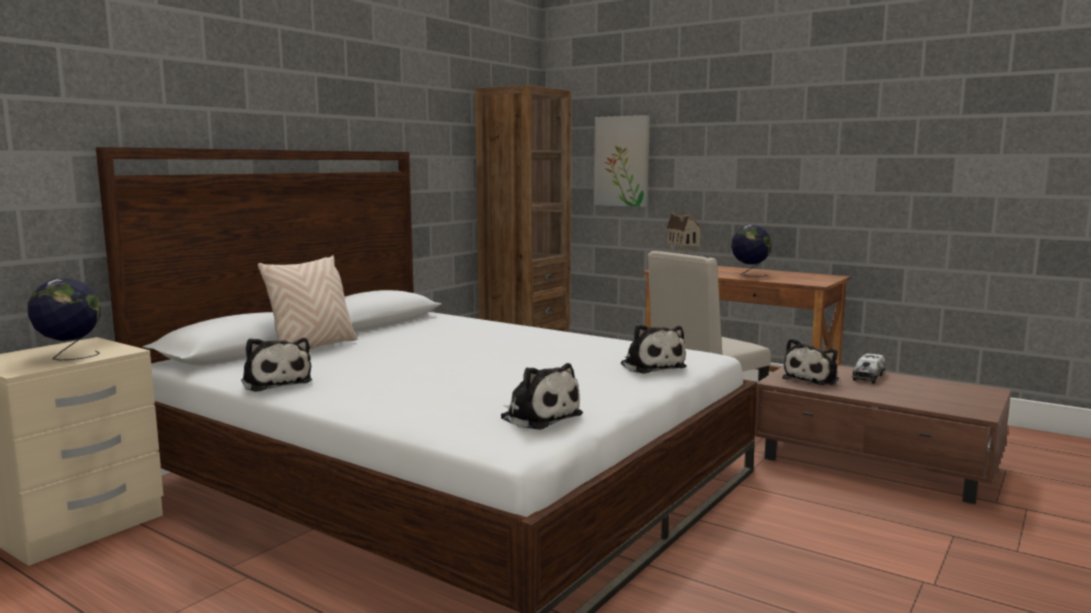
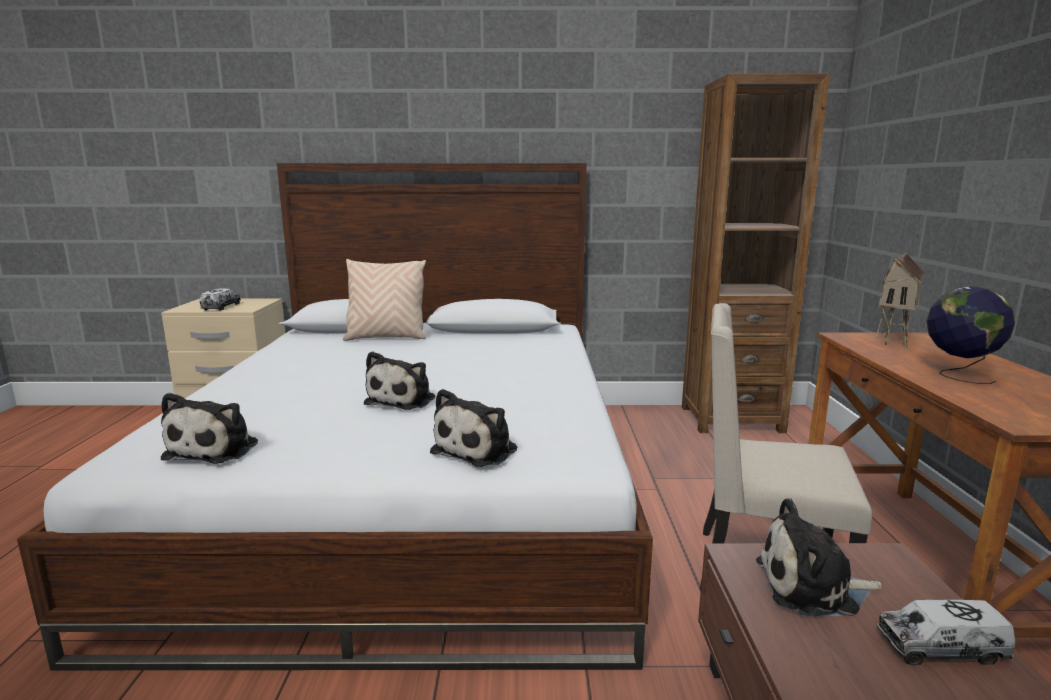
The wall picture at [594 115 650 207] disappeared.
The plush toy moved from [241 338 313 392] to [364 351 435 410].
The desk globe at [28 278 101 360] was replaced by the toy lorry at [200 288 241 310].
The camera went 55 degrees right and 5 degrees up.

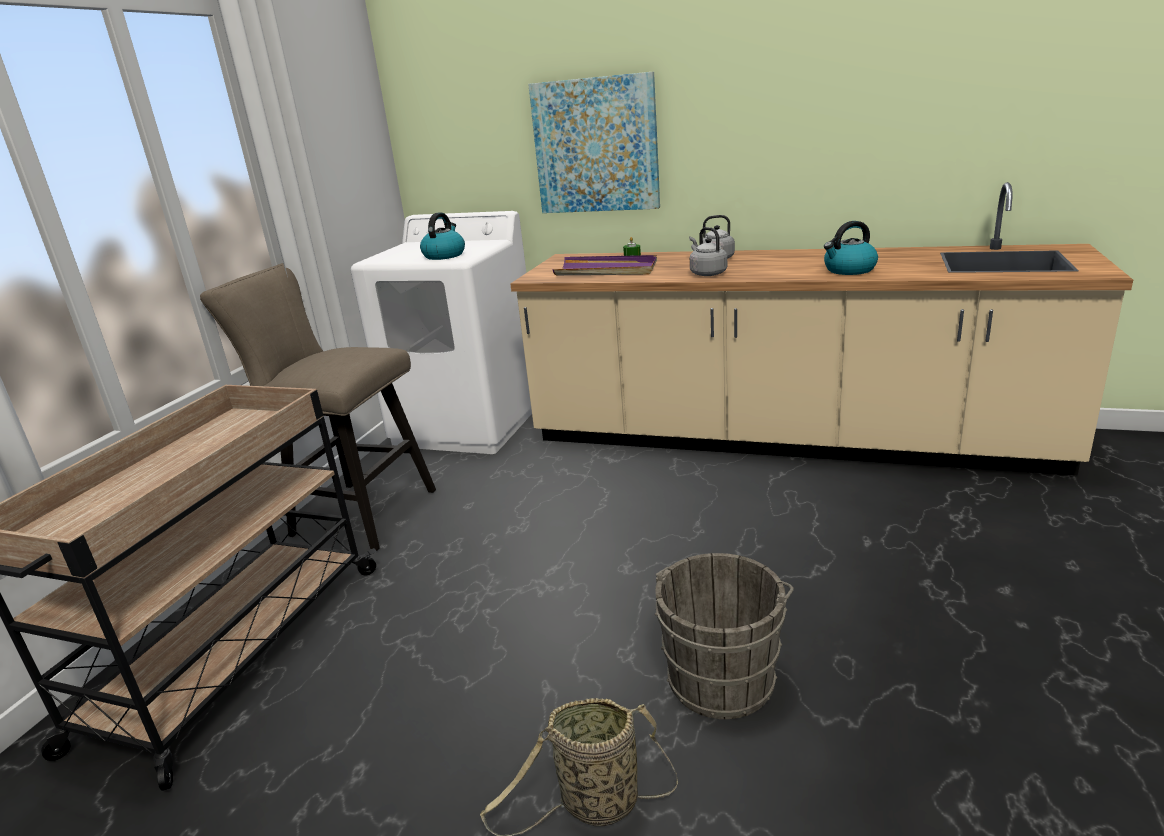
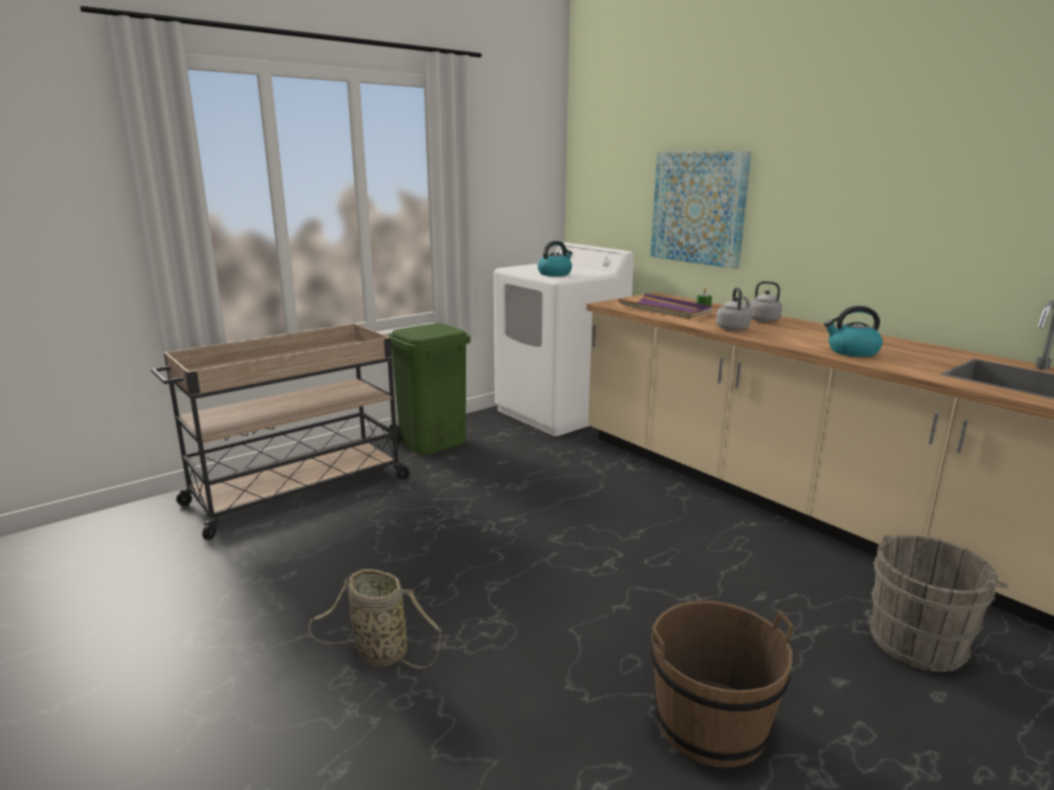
The water bucket (brownish) at [651 601 793 768] appeared.
The water bucket (gray) moved from [655 553 794 719] to [868 534 1009 672].
The sitting stool (beige-coloured) at [200 263 436 551] was replaced by the trash can (green) at [388 323 471 455].
The camera went 30 degrees right and 5 degrees down.

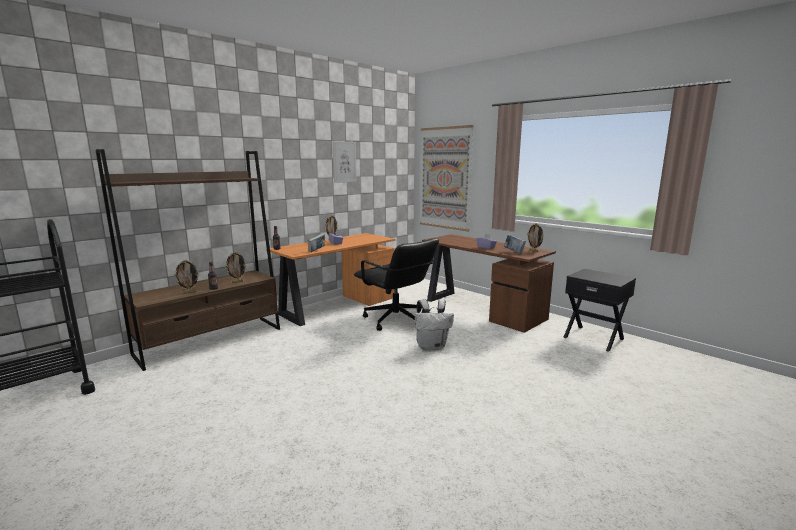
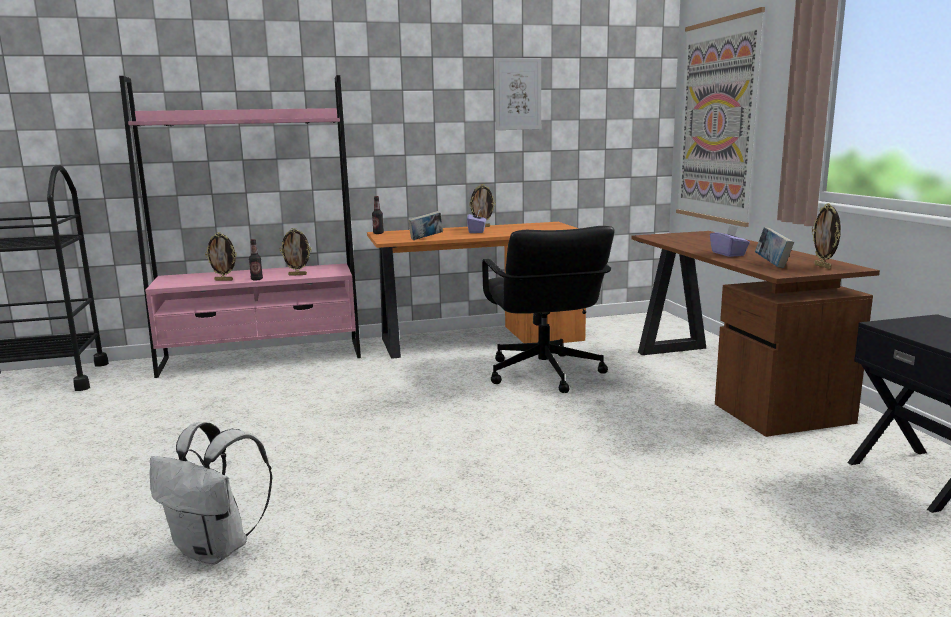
The backpack (white-coloured) moved from [415 299 454 350] to [150 422 273 565].
The bookcase (brownish) at [96 149 280 371] became the bookcase (pinkish) at [119 75 361 378].
The camera went 30 degrees right and 0 degrees up.

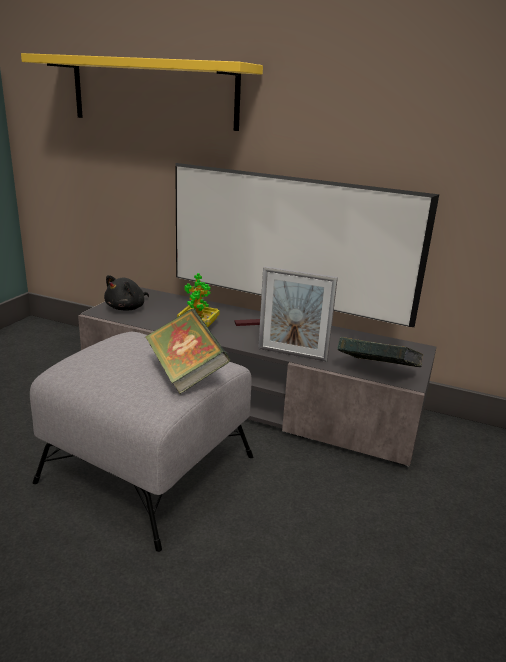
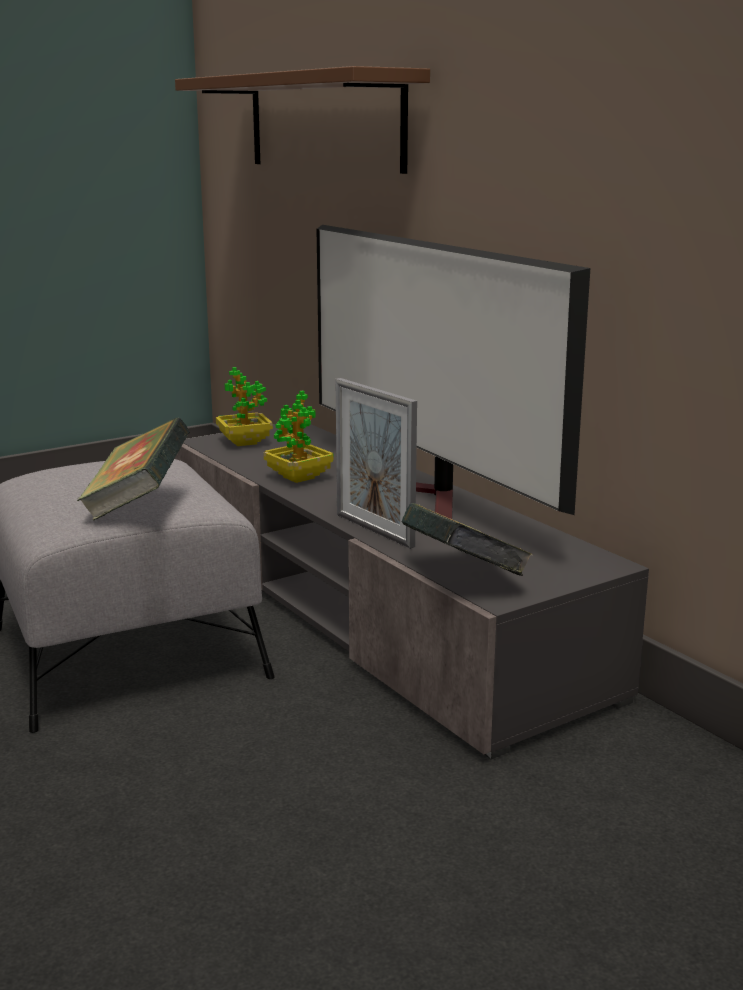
The plush toy (blackish) at [104 275 149 311] was replaced by the houseplant at [216 367 273 446].
The shelf (yellowish) at [21 53 263 131] became the shelf (brownish) at [175 66 430 174].
The camera went 35 degrees right and 5 degrees down.

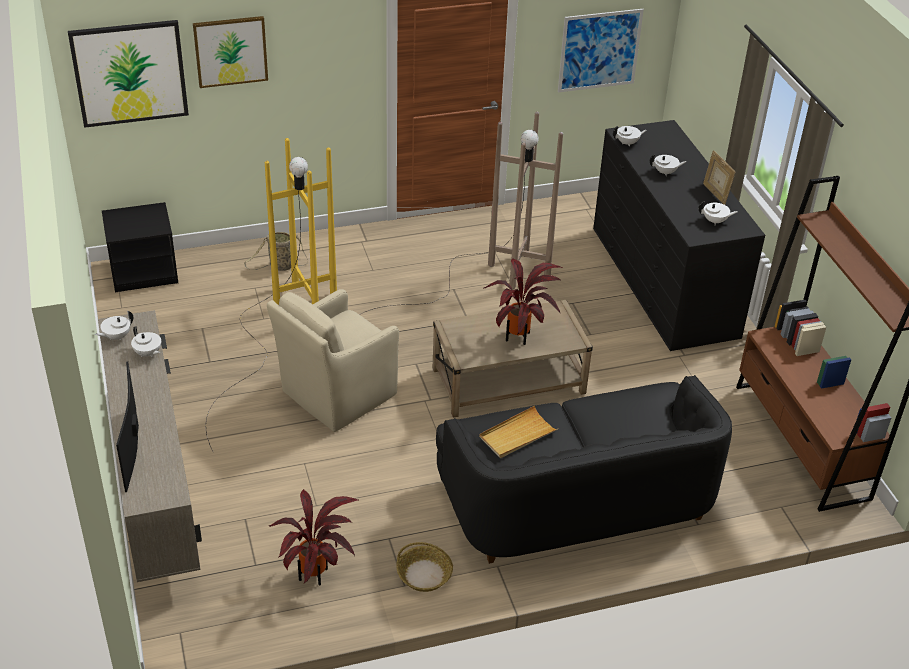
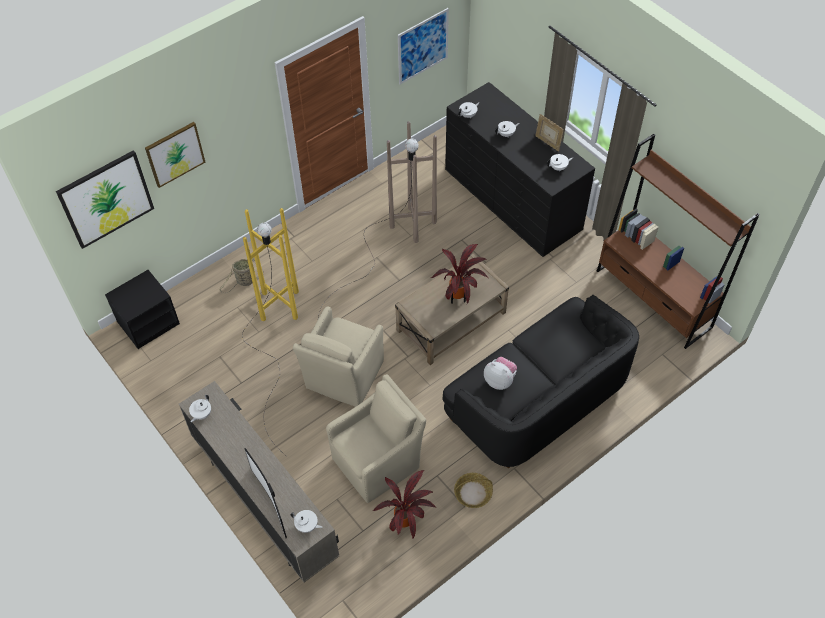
The easy chair (beige-coloured) at [326 374 426 503] appeared.
The teapot (white-coloured) moved from [131 326 161 357] to [291 510 322 533].
The carrying tray (beige-coloured) at [479 406 559 458] was replaced by the plush toy at [484 357 517 390].
The camera went 20 degrees left and 15 degrees up.

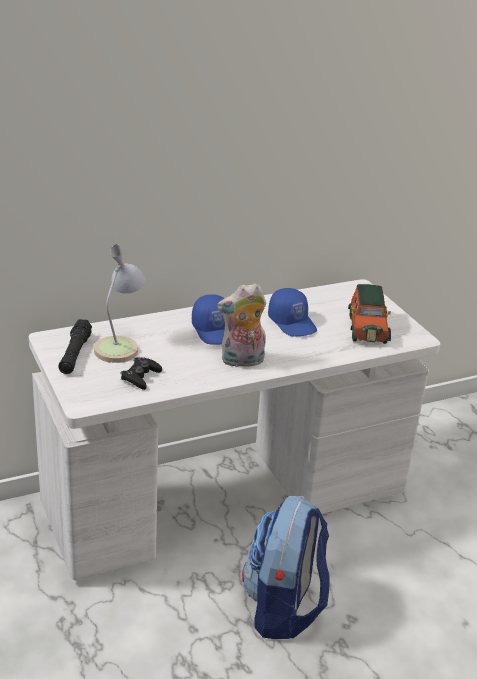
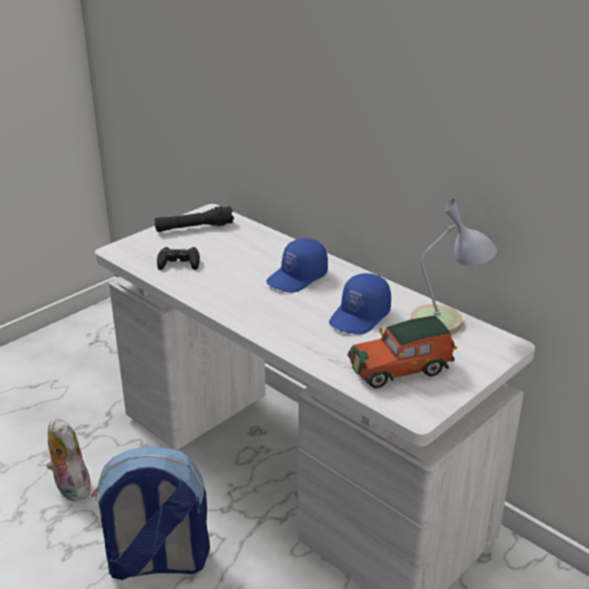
The tabletop lamp moved from [94 244 146 363] to [410 198 497 335].
The plush toy moved from [217 283 266 367] to [46 419 91 501].
The camera went 70 degrees right and 0 degrees up.

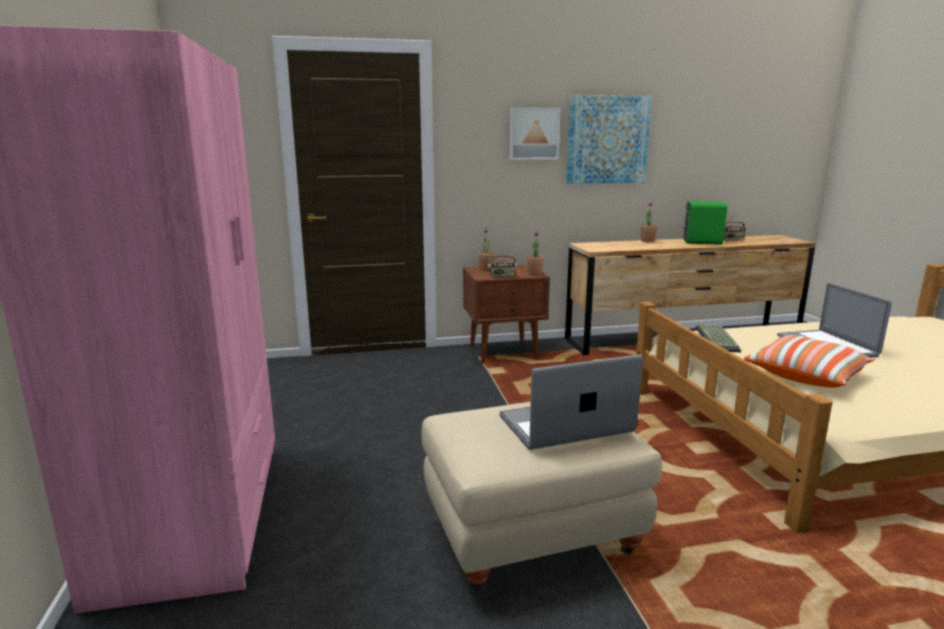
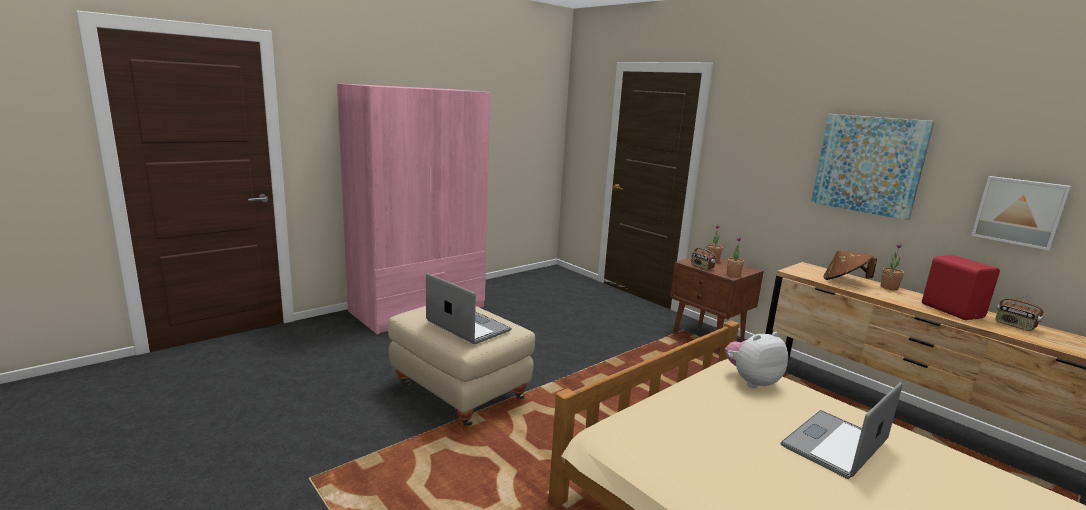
The cushion at [744 335 875 388] disappeared.
The wearable hat (brownish) at [823 250 877 280] appeared.
The wall picture moved from [510 107 560 160] to [971 176 1072 250].
The computer keyboard at [695 324 741 352] was replaced by the plush toy at [725 332 788 388].
The speaker (green) at [682 201 727 245] became the speaker (reddish) at [922 255 1000 320].
The camera went 60 degrees right and 0 degrees up.

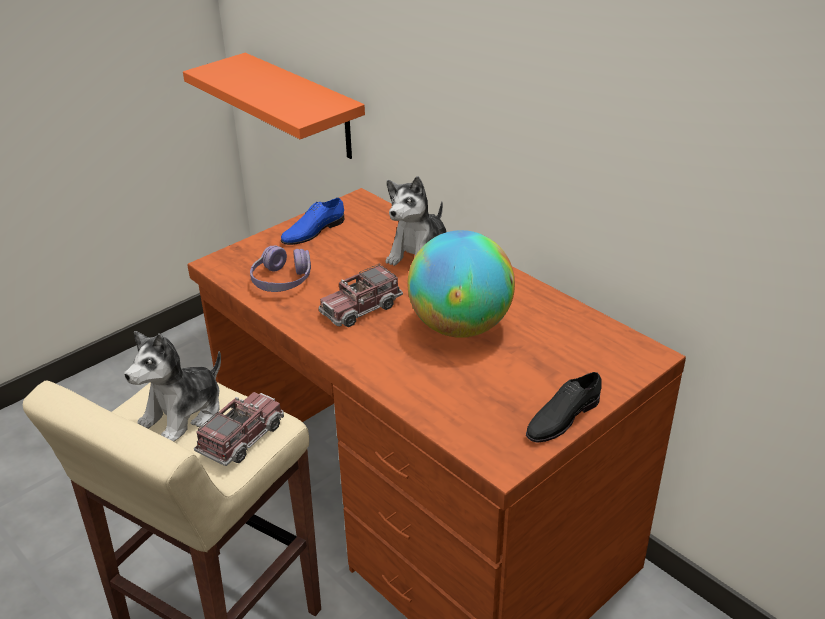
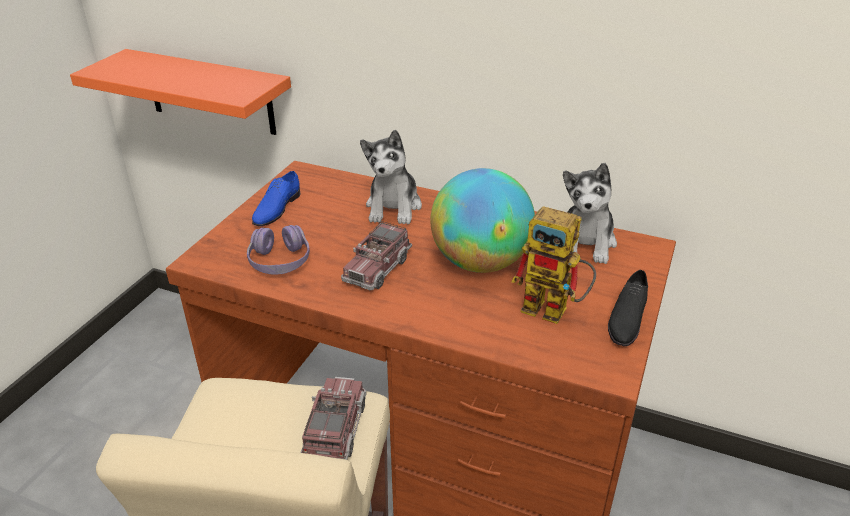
The robot figure at [511 206 596 324] appeared.
The plush toy moved from [124 331 221 442] to [563 163 617 264].
The camera went 25 degrees left and 0 degrees up.

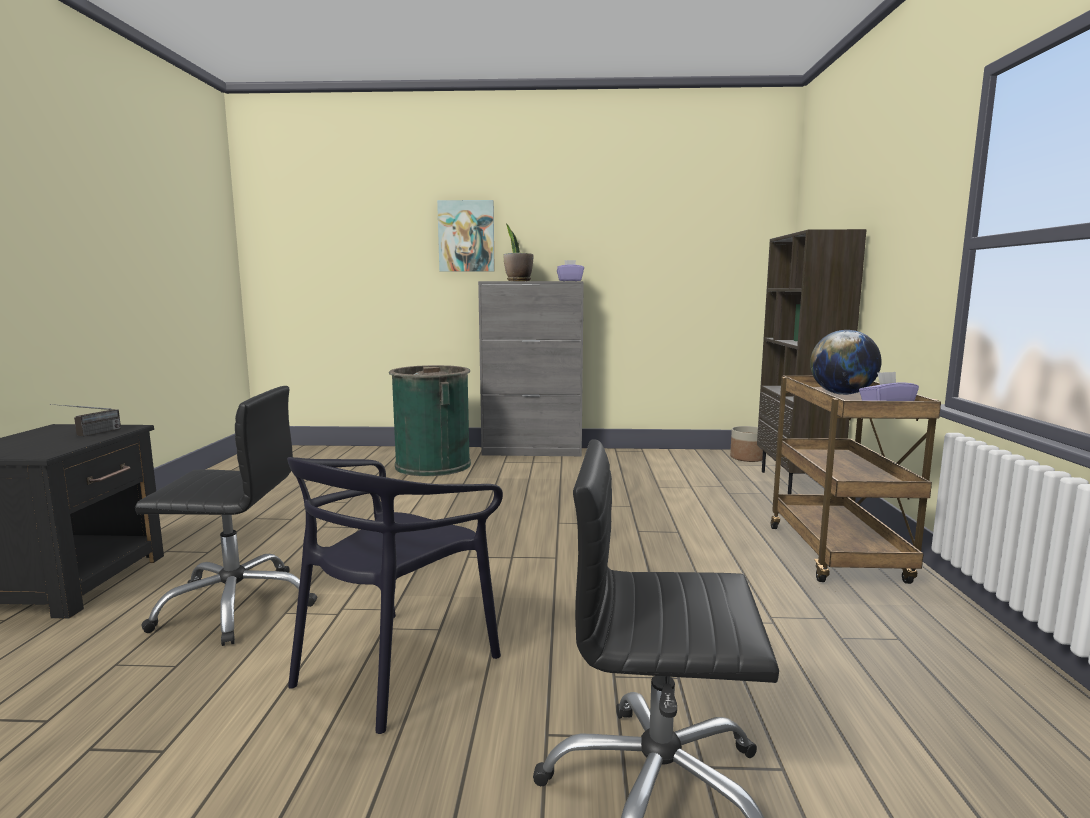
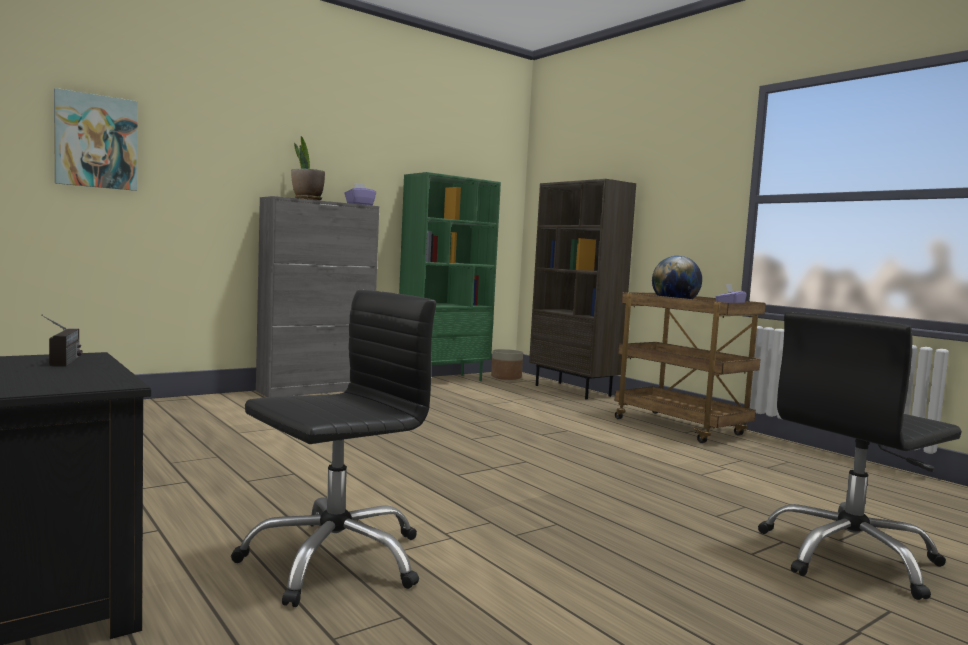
The chair (blackish) at [287 457 503 734] disappeared.
The trash can (green) at [389 365 471 476] disappeared.
The bookcase (green) at [399 172 501 381] appeared.
The wall picture moved from [437 200 495 272] to [54 88 138 191].
The camera went 40 degrees left and 5 degrees down.

